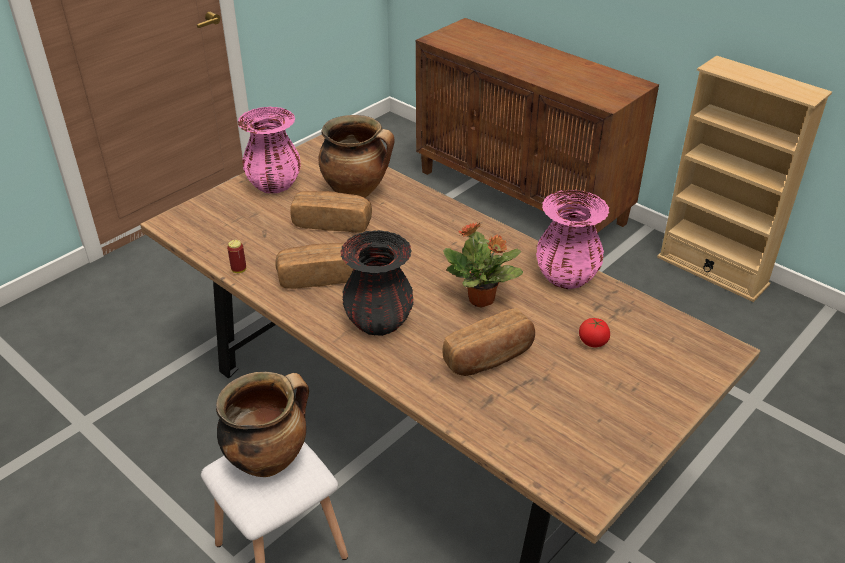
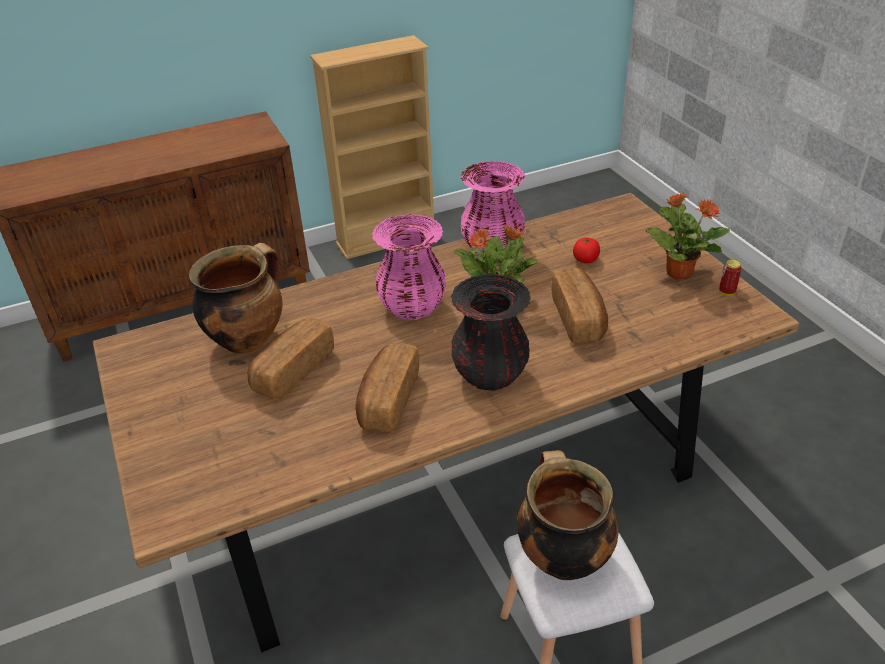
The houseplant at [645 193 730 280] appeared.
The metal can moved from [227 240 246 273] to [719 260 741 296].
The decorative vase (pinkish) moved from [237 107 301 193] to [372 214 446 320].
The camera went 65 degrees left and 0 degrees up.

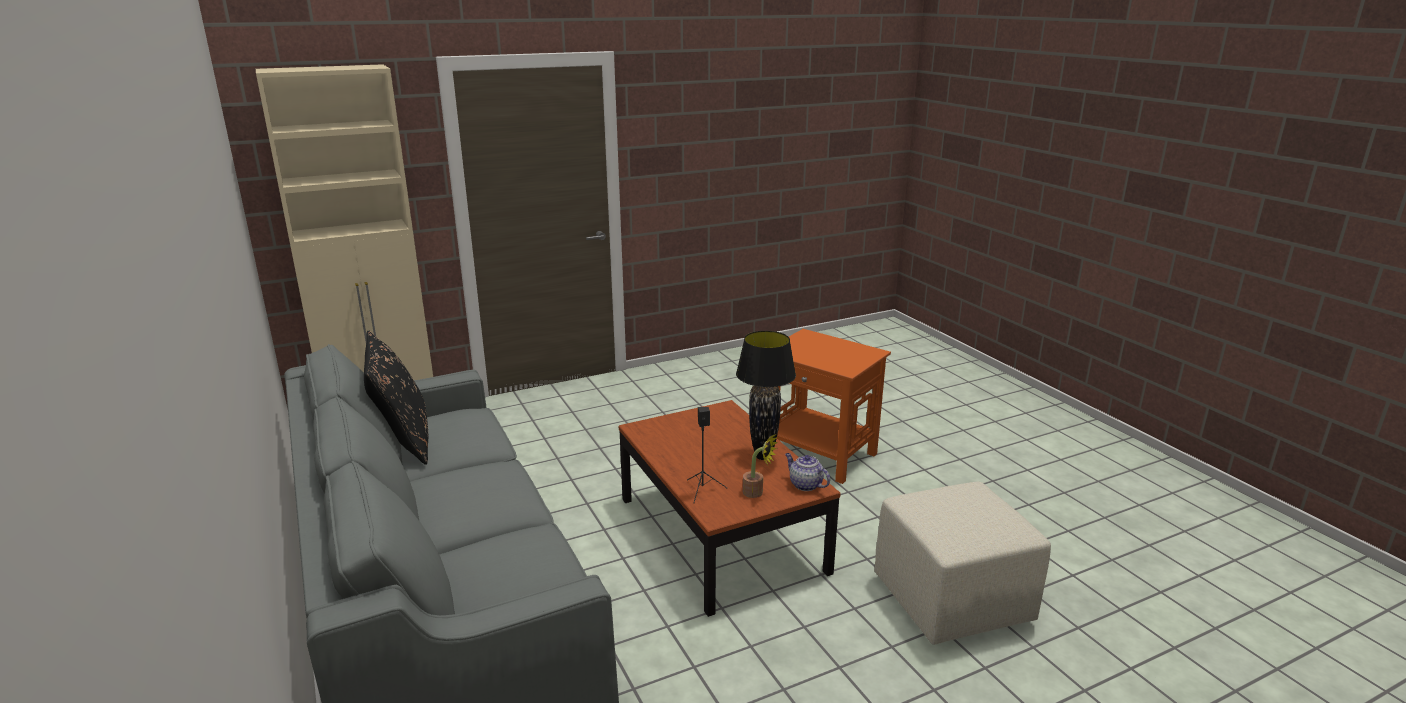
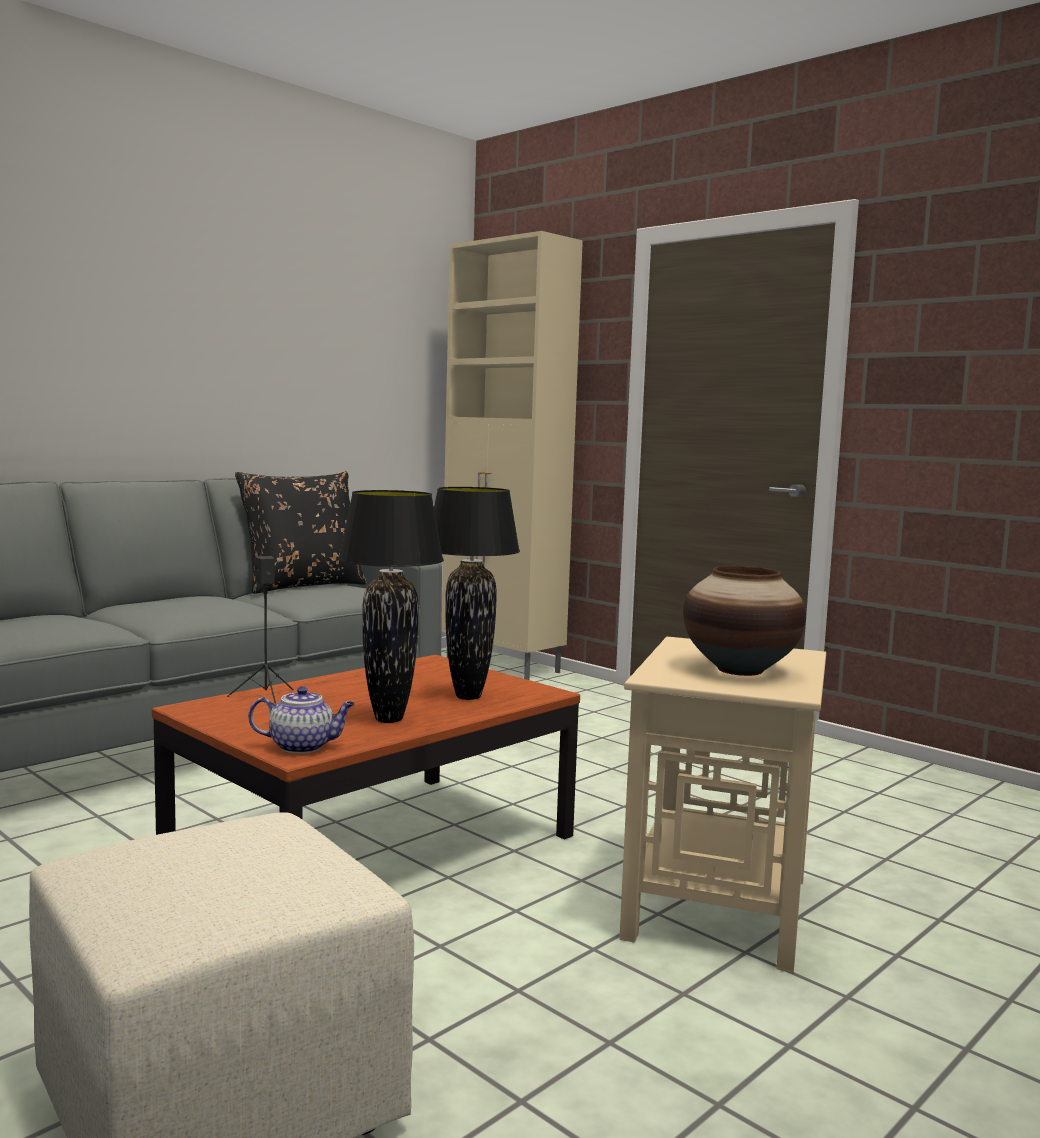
The houseplant at [743 434 778 498] disappeared.
The tabletop lamp (blackish) at [434 487 520 700] appeared.
The decorative vase at [683 566 806 676] appeared.
The end table (orange-coloured) at [777 329 891 484] became the end table (beige-coloured) at [619 637 826 972].
The teapot at [785 453 830 491] turned 60 degrees clockwise.
The camera went 70 degrees right and 15 degrees down.

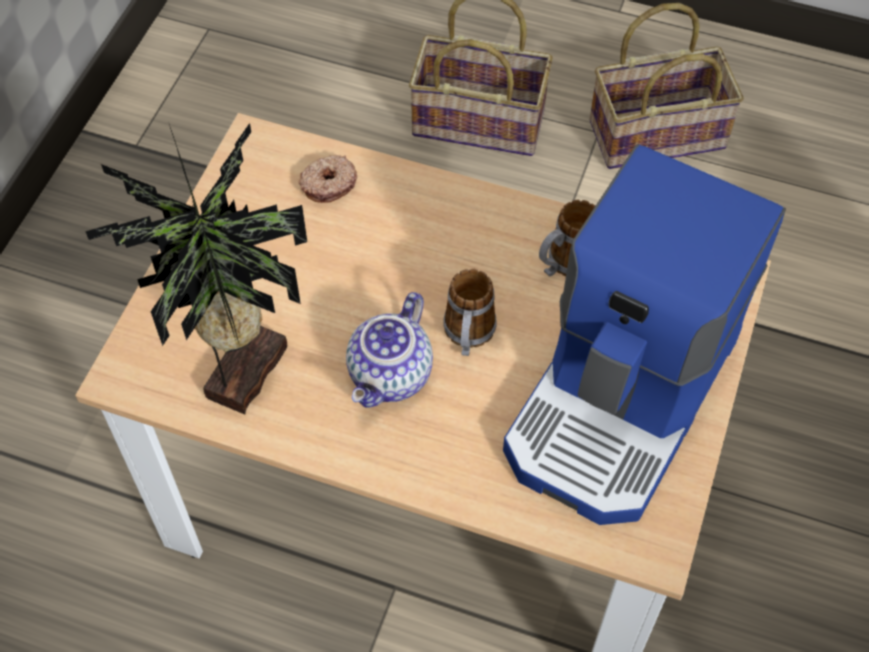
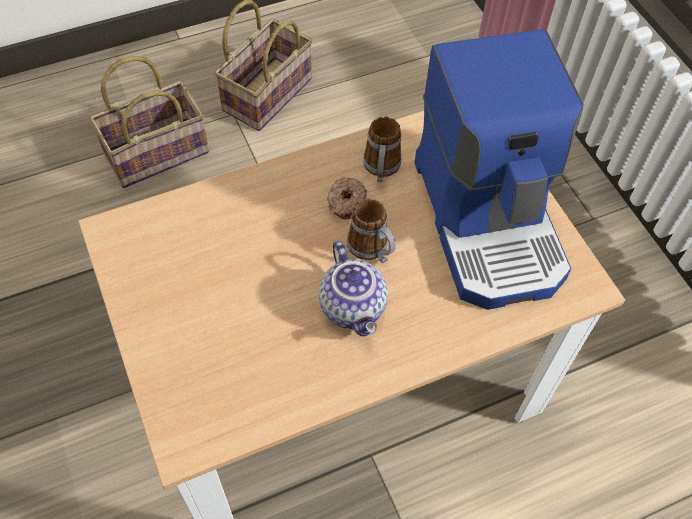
The houseplant at [85 123 307 414] disappeared.
The doughnut moved from [298 154 357 203] to [327 177 367 219].
The camera went 45 degrees left and 0 degrees up.

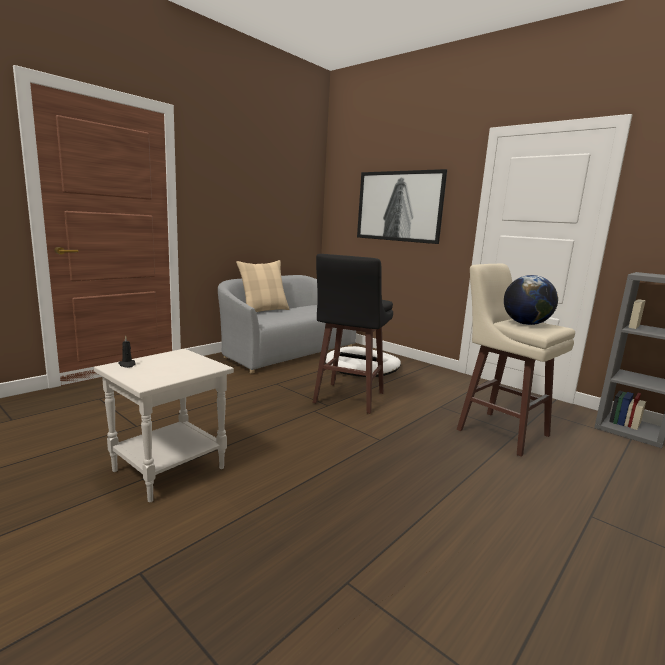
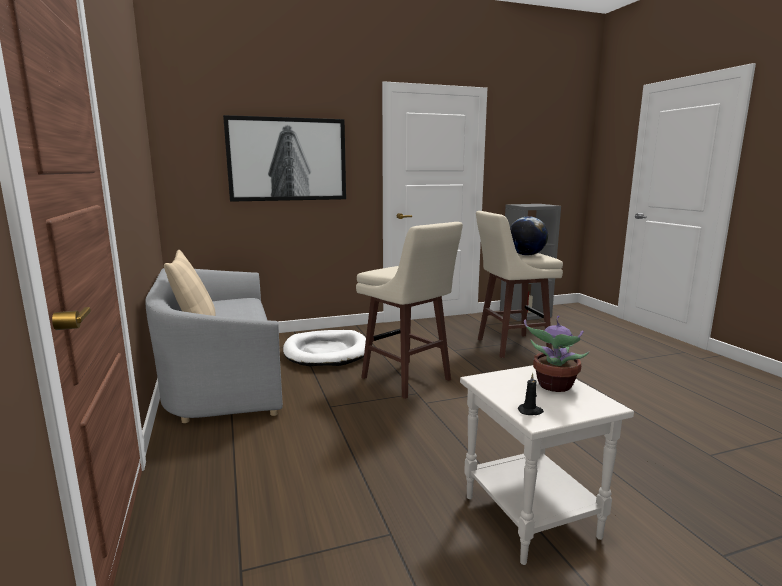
The houseplant at [524 316 589 392] appeared.
The sitting stool (blackish) at [313 254 393 414] became the sitting stool (beige-coloured) at [356 222 463 399].
The camera went 60 degrees left and 0 degrees up.

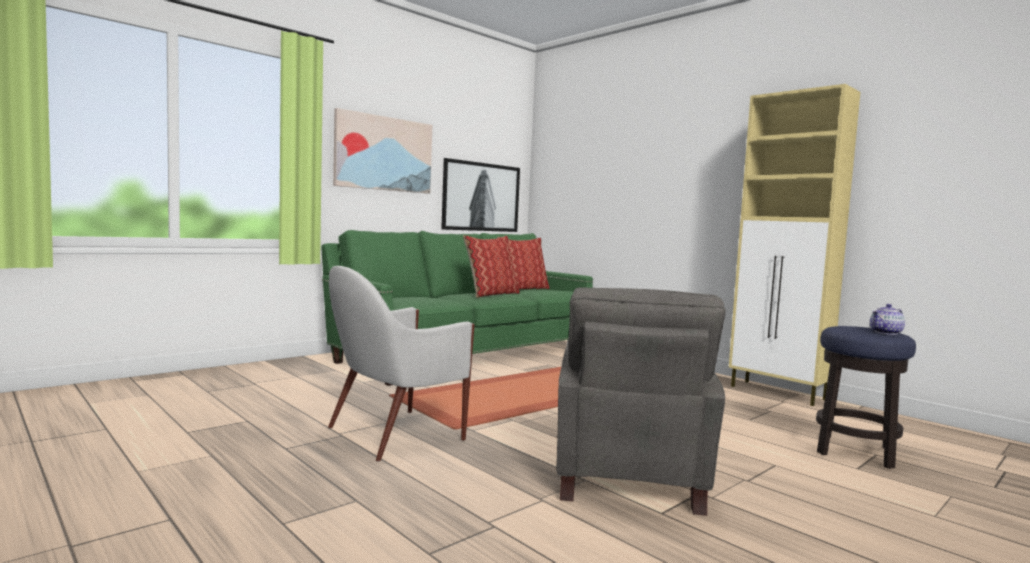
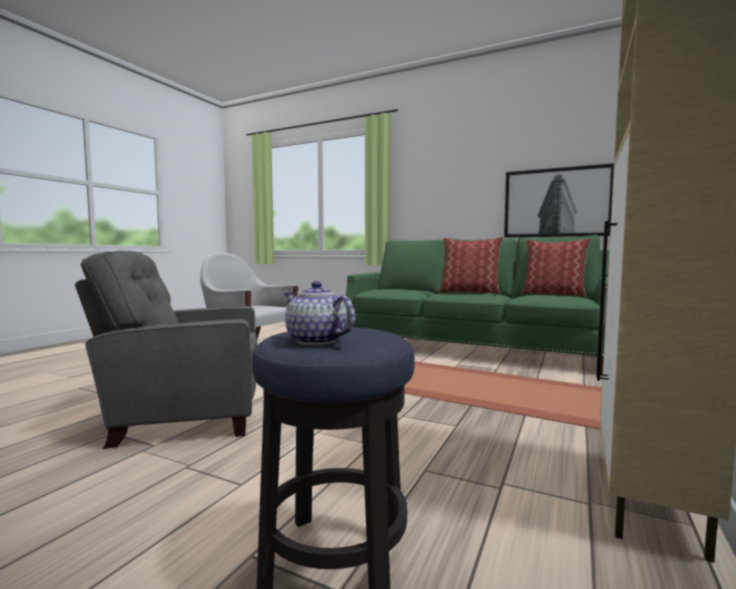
The wall picture at [333 108 432 194] disappeared.
The camera went 70 degrees right and 0 degrees up.

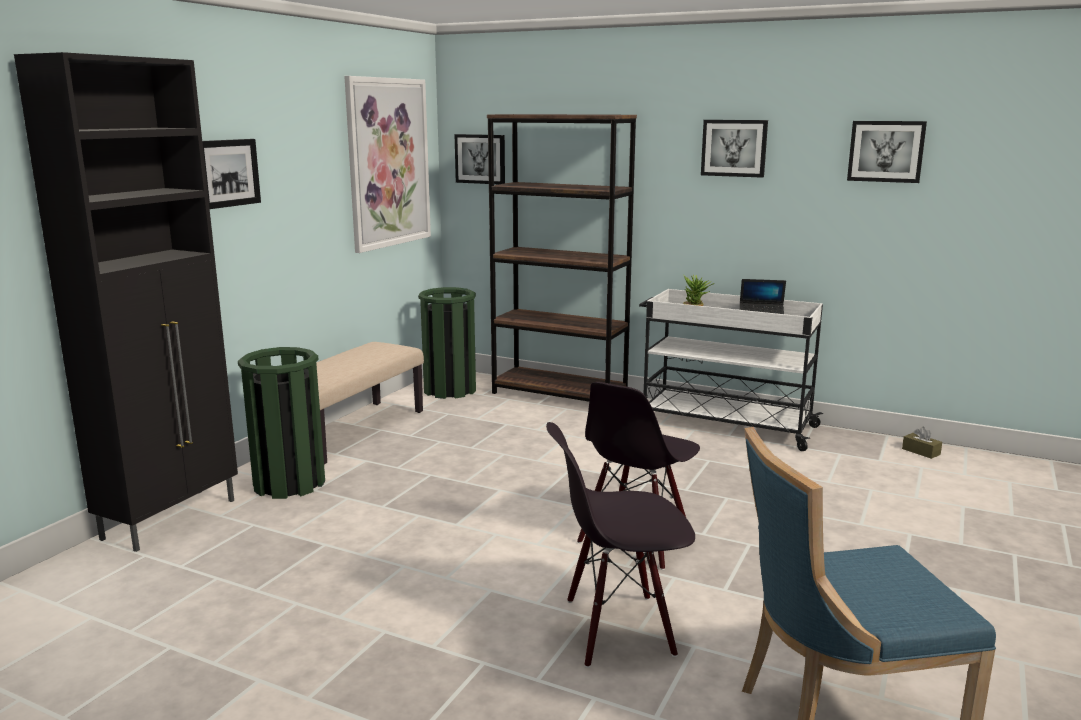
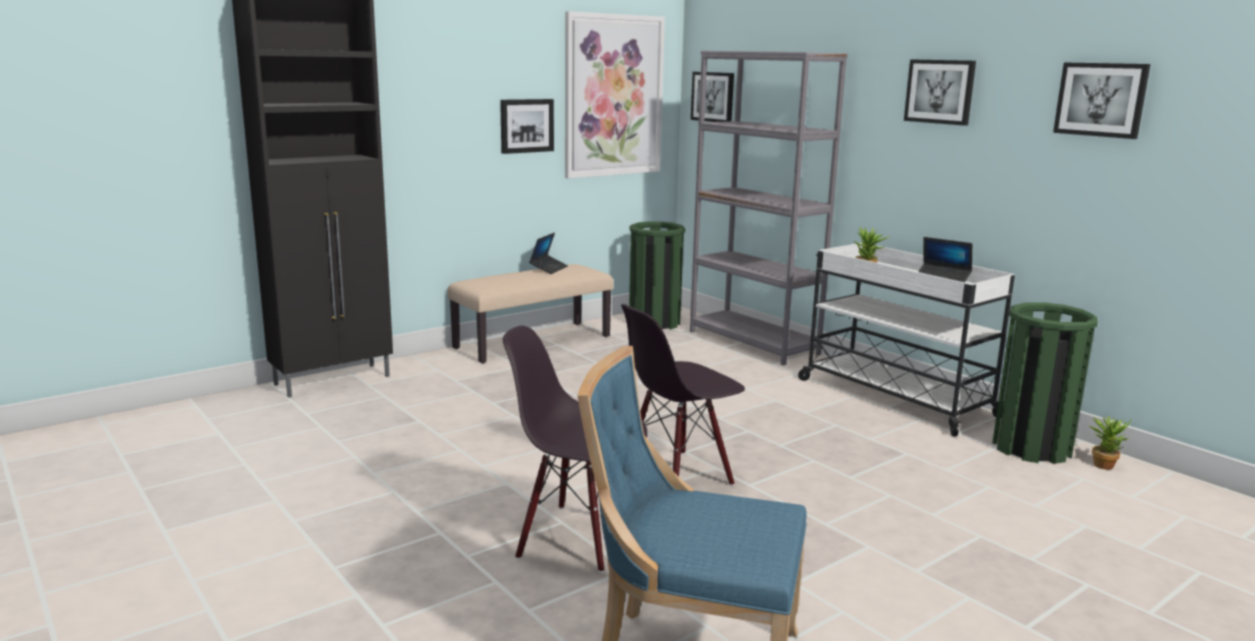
The laptop at [529 233 568 274] appeared.
The wall picture moved from [202 139 261 209] to [500 99 554 154].
The trash can (green) moved from [238 347 325 499] to [992 302 1098 464].
The box of tissues (brownish) at [902 427 942 459] was replaced by the houseplant at [1088 416 1131 470].
The bookcase (brownish) at [487 114 637 401] became the bookcase (gray) at [690 51 848 366].
The camera went 25 degrees right and 0 degrees up.

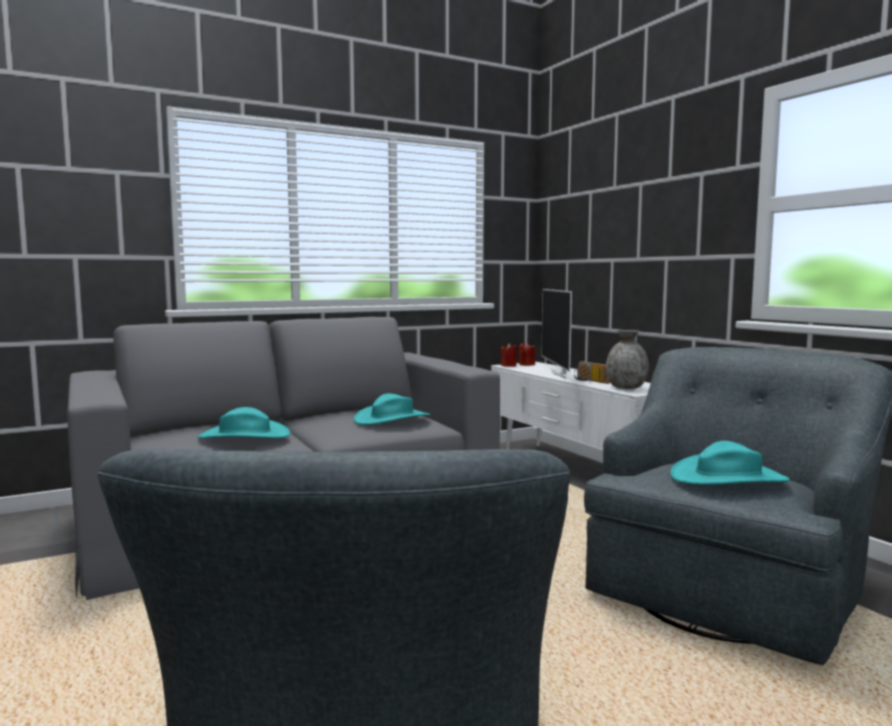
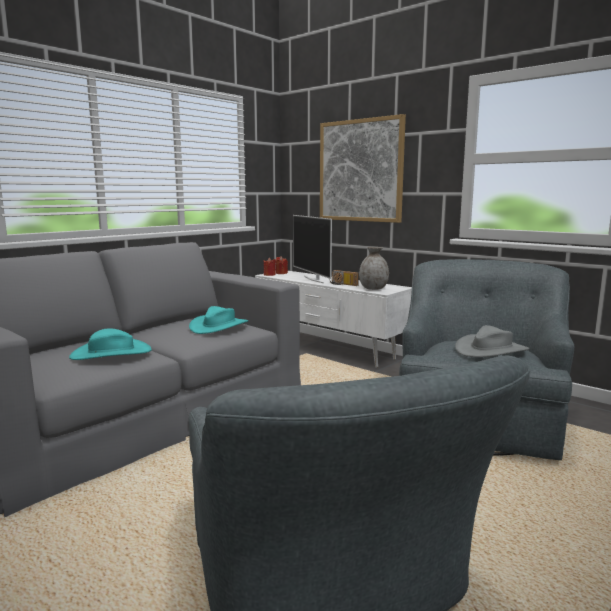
The wall picture at [320 114 406 223] appeared.
The wearable hat (turquoise-coloured) at [670 441 790 485] became the wearable hat (gray) at [455 325 529 357].
The camera went 20 degrees left and 5 degrees up.

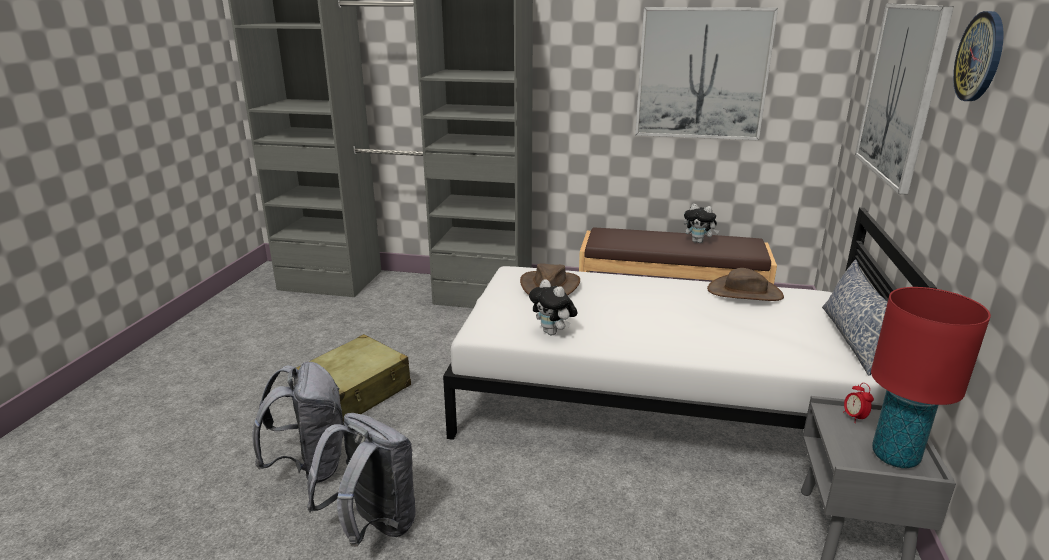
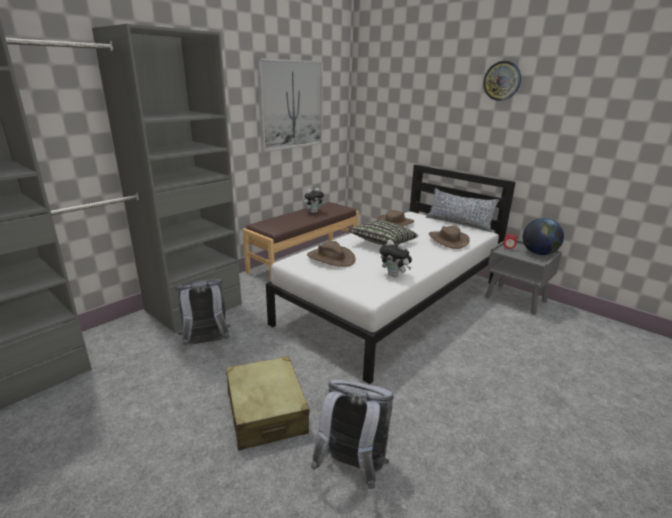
The wall picture at [855 4 954 195] disappeared.
The cushion at [348 221 418 245] appeared.
The wearable hat (brownish) at [429 226 470 249] appeared.
The backpack (gray) moved from [307 413 416 547] to [176 279 231 346].
The tabletop lamp (reddish) at [871 287 991 468] was replaced by the desk globe at [523 218 564 255].
The plush toy at [529 279 578 335] turned 45 degrees clockwise.
The camera went 60 degrees left and 0 degrees up.

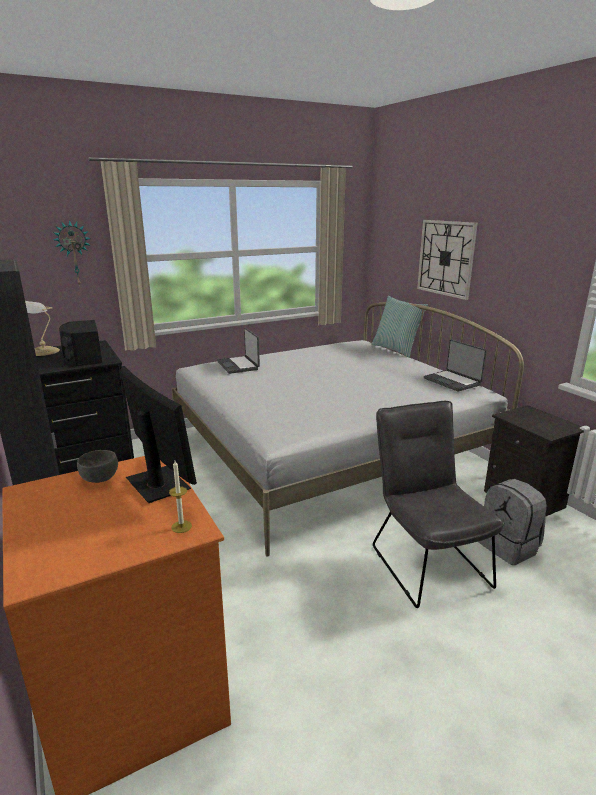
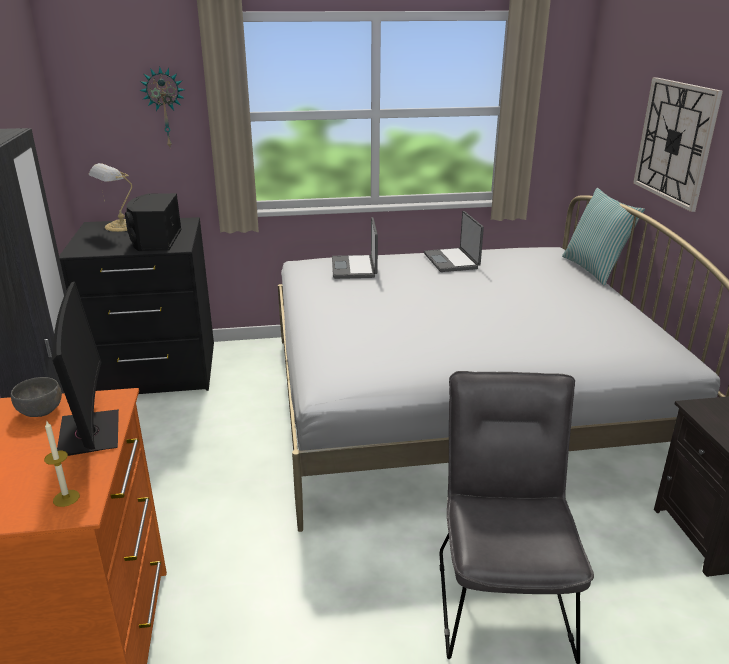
The backpack (gray) at [478 479 547 565] disappeared.
The laptop moved from [424 339 487 392] to [424 211 484 272].
The camera went 20 degrees right and 5 degrees up.

